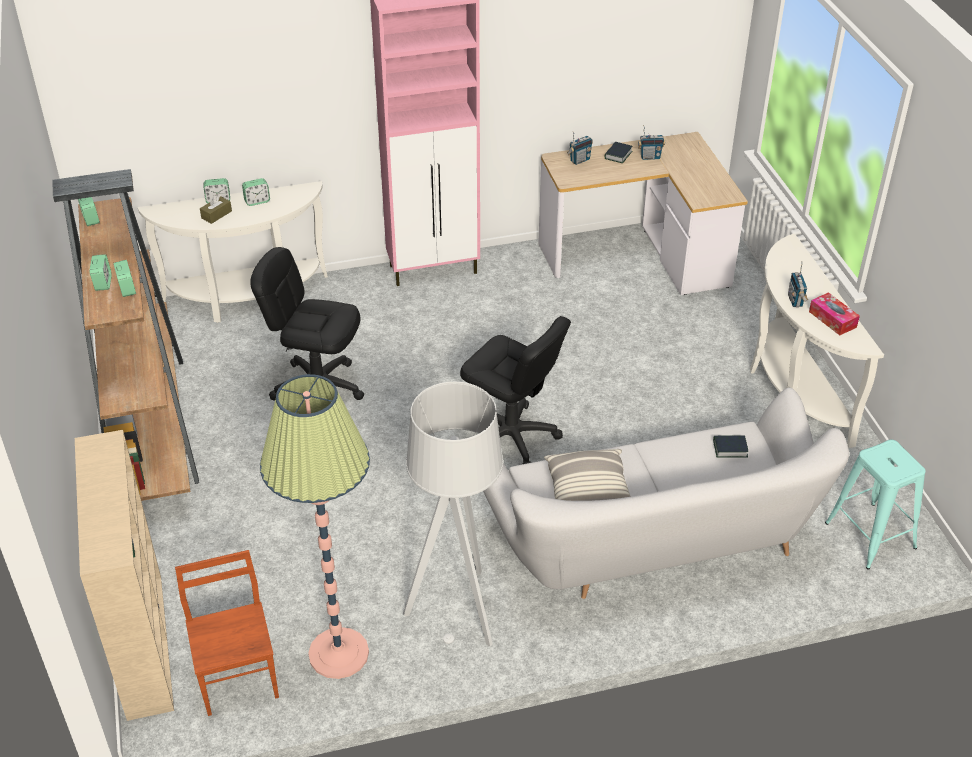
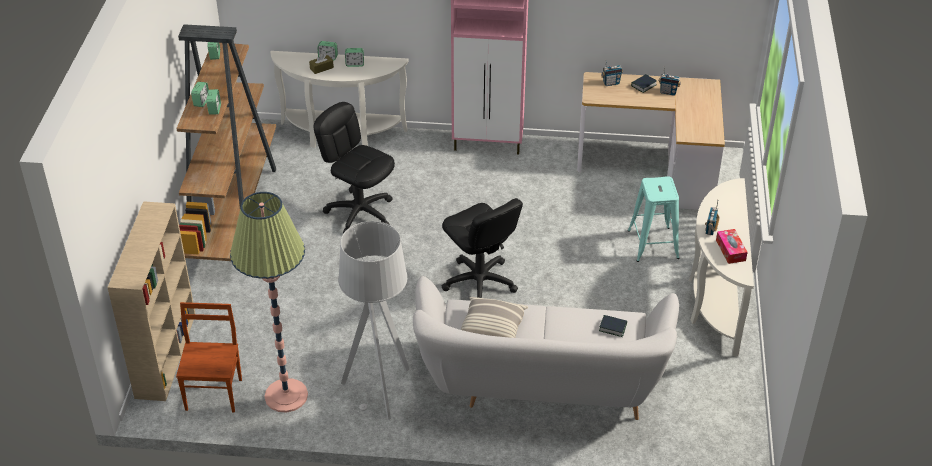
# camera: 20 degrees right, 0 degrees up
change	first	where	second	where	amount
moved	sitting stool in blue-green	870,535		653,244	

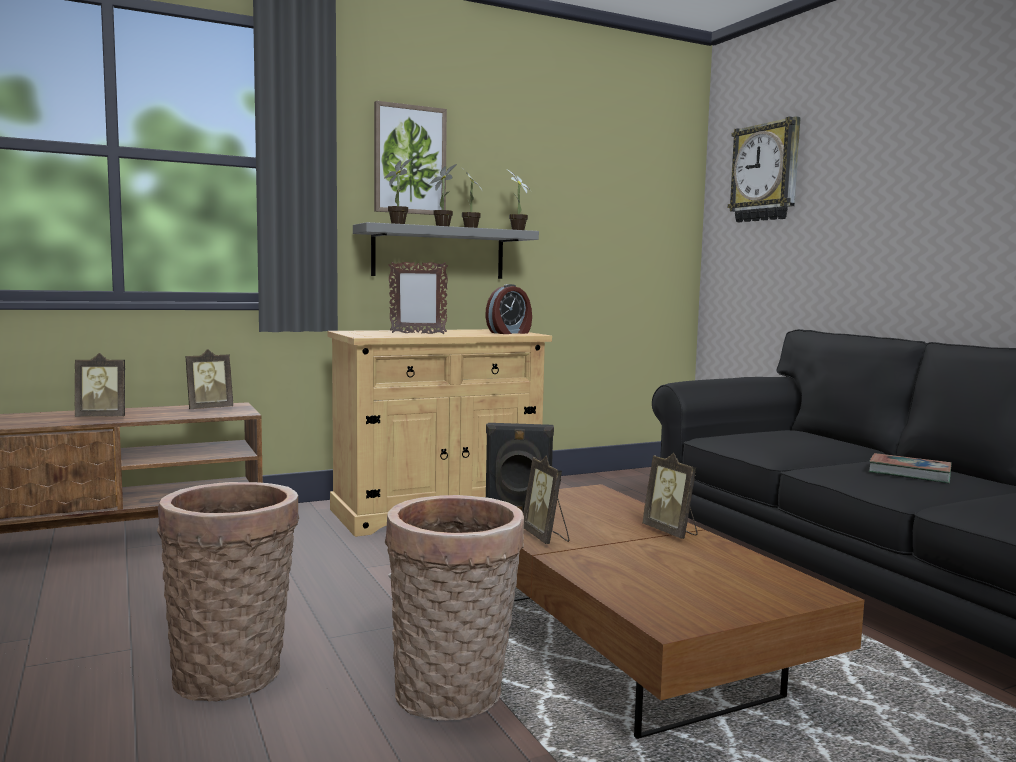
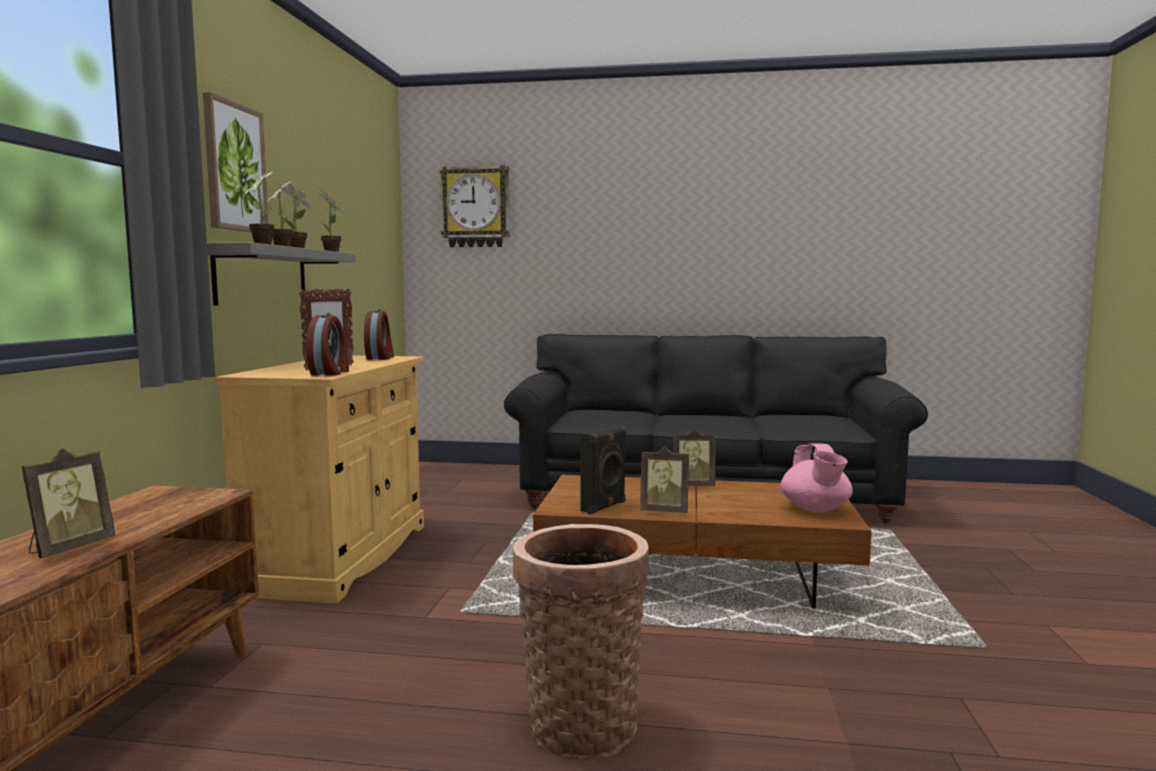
# camera: 55 degrees left, 0 degrees up
change	first	where	second	where	amount
removed	standing frame	209,409			
removed	storage basket	454,696			
removed	volume	909,473			
added			table clock	330,373	
added			tea pot in pinkish	815,509	

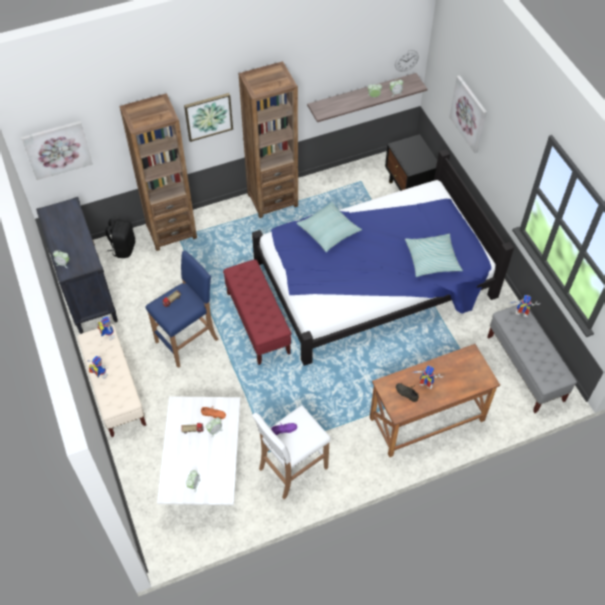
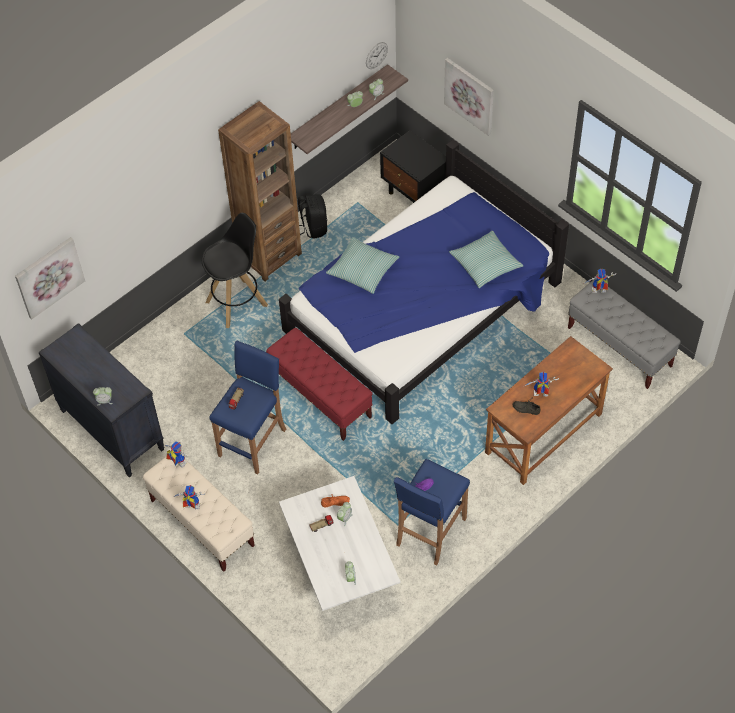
# camera: 20 degrees left, 0 degrees up
change	first	where	second	where	amount
removed	shelving unit in brown	171,231			
removed	wall picture	208,116			
added			sitting stool in black-coloured	237,303	
moved	backpack in black-coloured	123,248		313,227	
recoloured	sitting stool in white	292,468	sitting stool in blue-coloured	430,532	

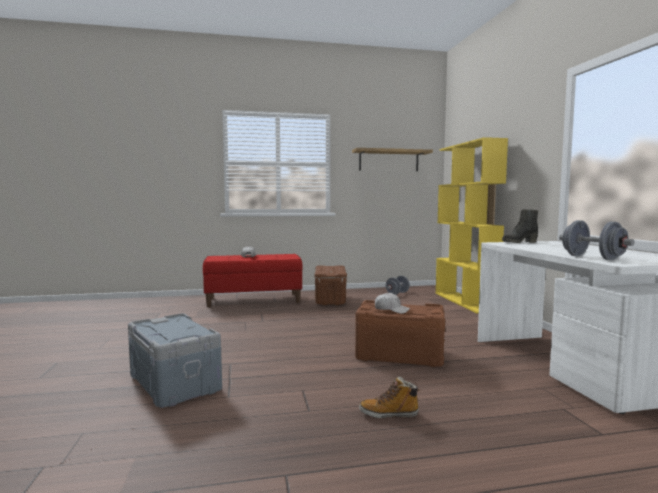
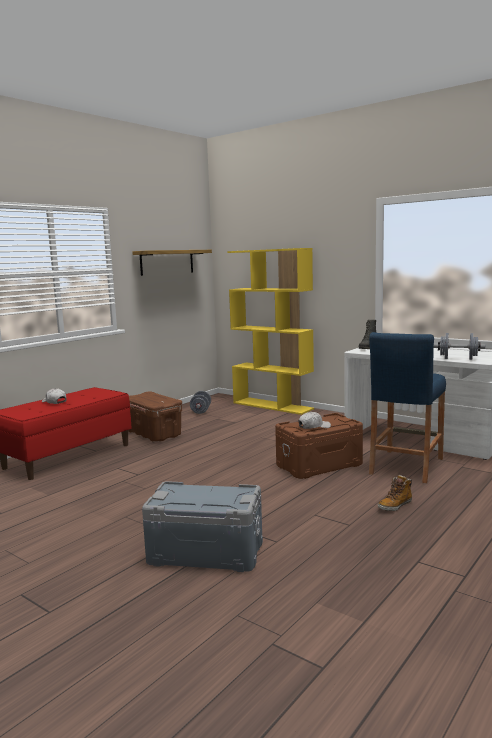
# camera: 40 degrees left, 5 degrees up
change	first	where	second	where	amount
added			sitting stool in blue-coloured	406,466	

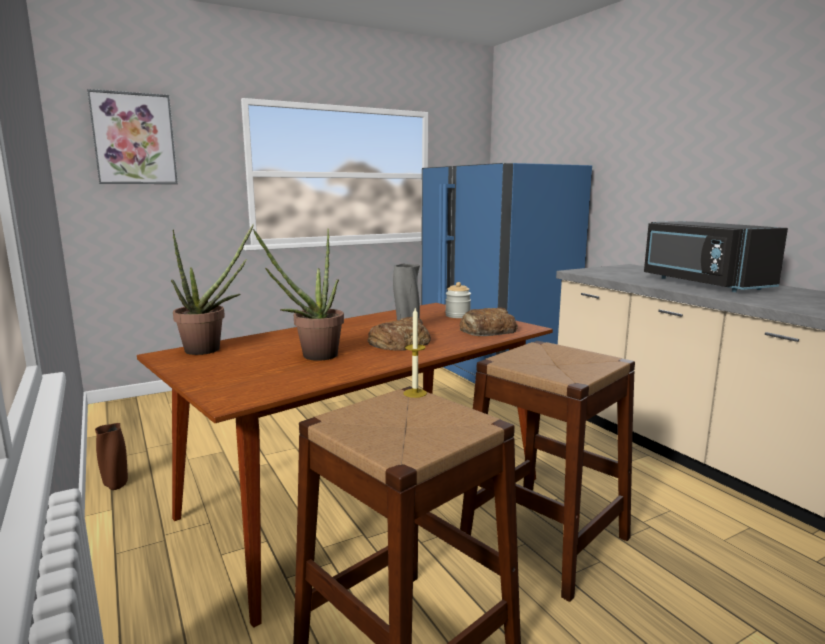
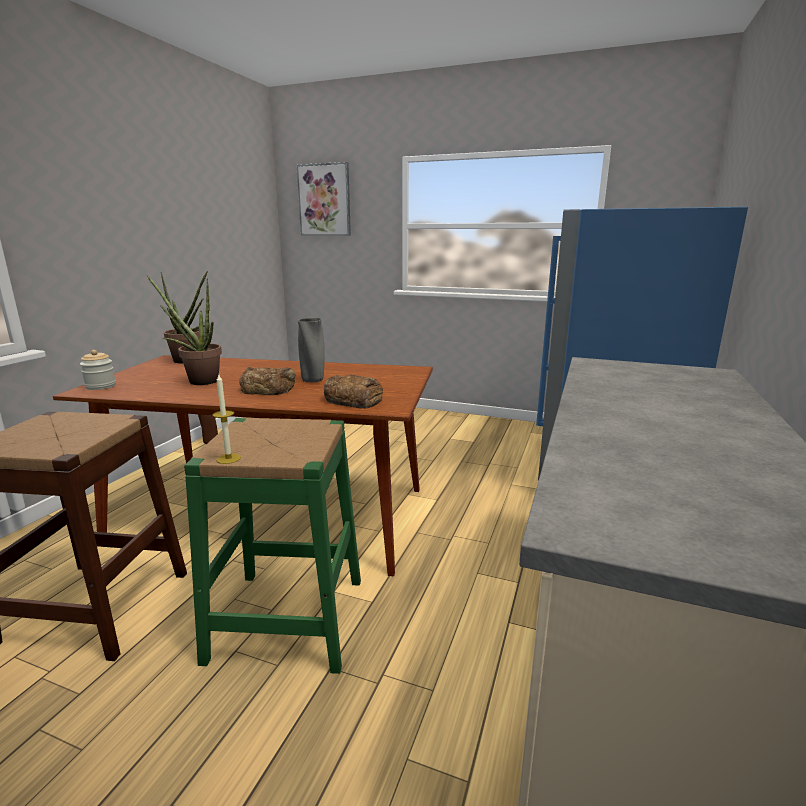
# camera: 50 degrees right, 5 degrees up
change	first	where	second	where	amount
removed	kitchen microwave in black-coloured	701,283			
moved	wax light	415,393		228,458	
moved	jar	457,315		100,386	
recoloured	sitting stool in brown	545,539	sitting stool in green-coloured	288,618	

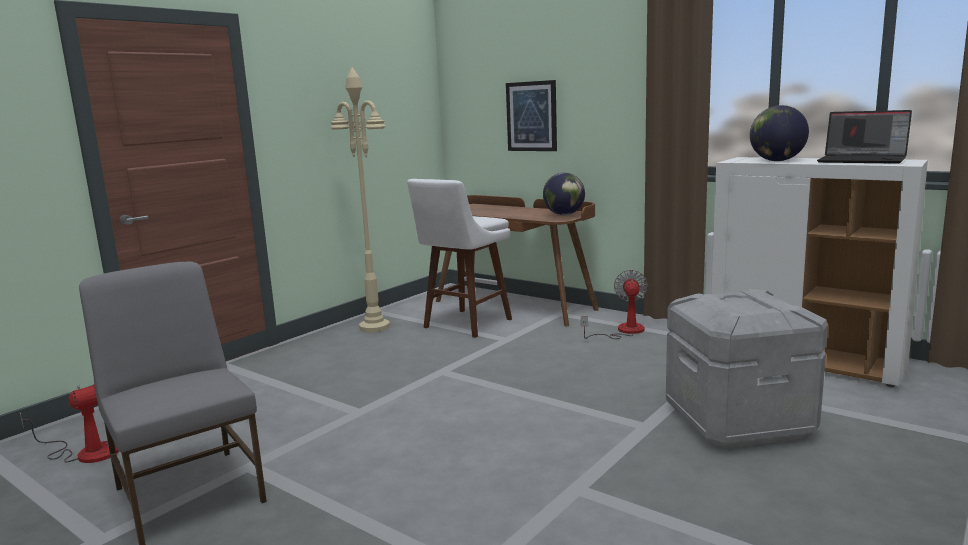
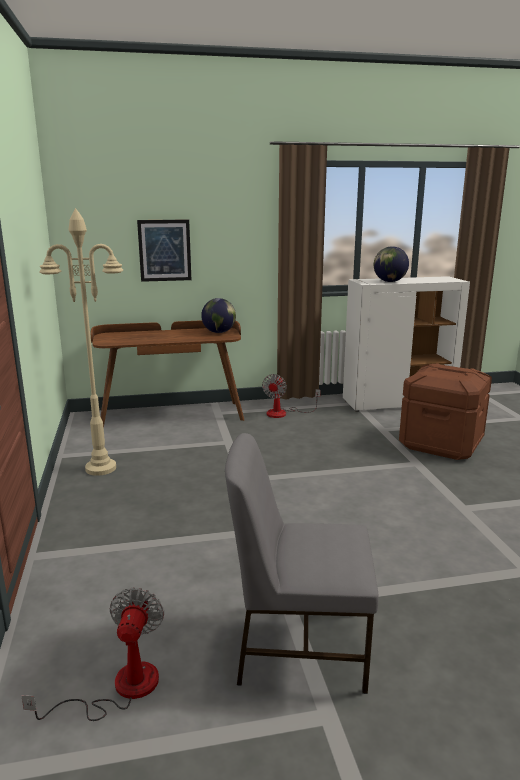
# camera: 50 degrees left, 5 degrees up
change	first	where	second	where	amount
removed	sitting stool in white	464,325			
removed	notebook computer	863,160			
recoloured	storage box in gray	739,421	storage box in brown	441,444	
turned	electric fan	623,331		283,413	120 degrees counterclockwise

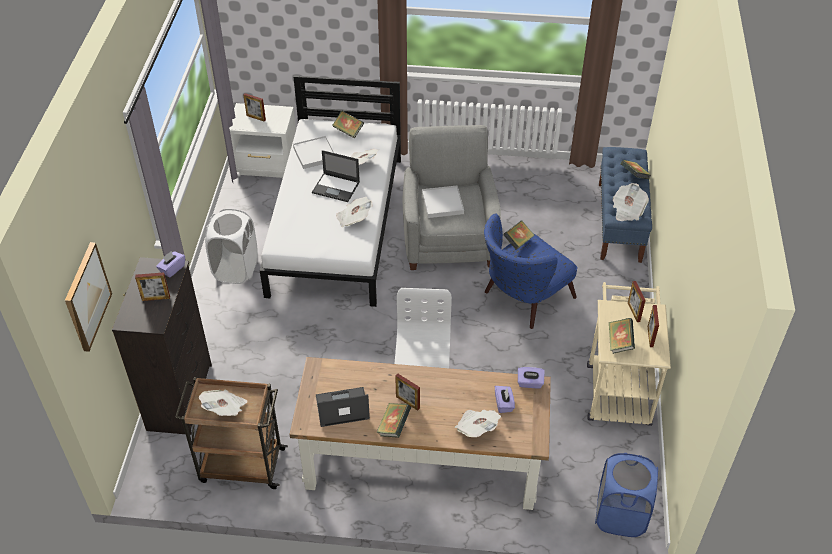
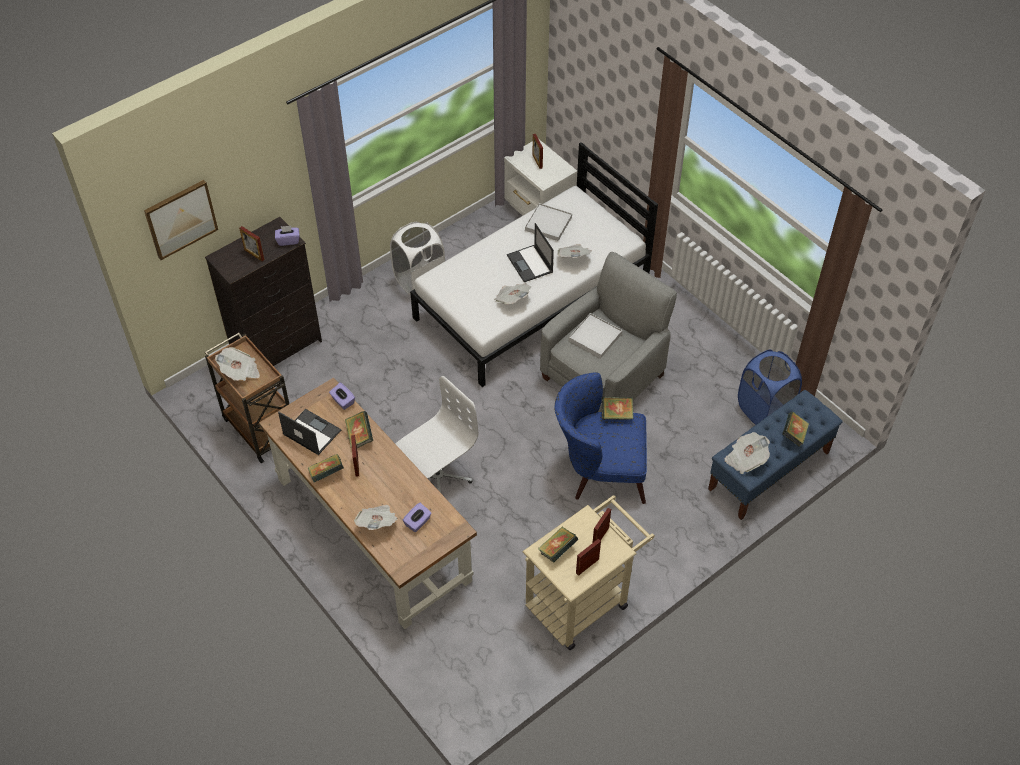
# camera: 45 degrees right, 5 degrees up
change	first	where	second	where	amount
moved	volume	348,131		359,436	
moved	tissue box in purple-coloured	530,383		342,401	
moved	washing basket in blue-coloured	620,515		764,410	

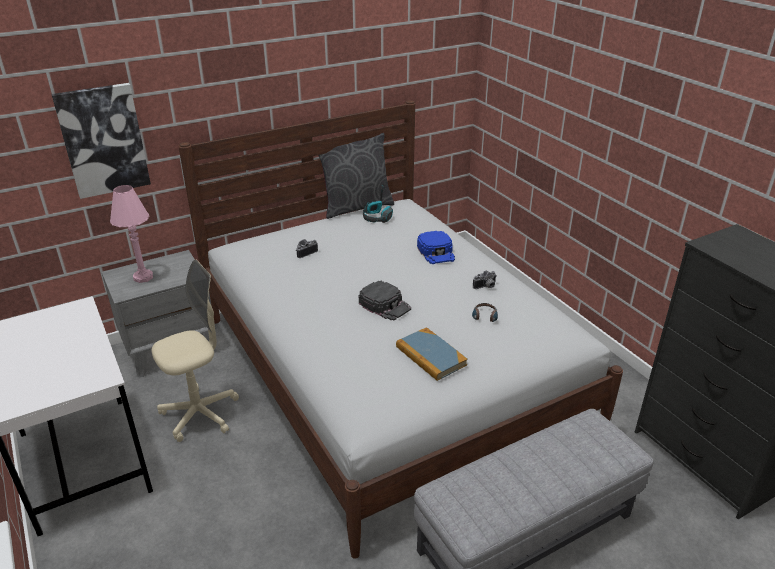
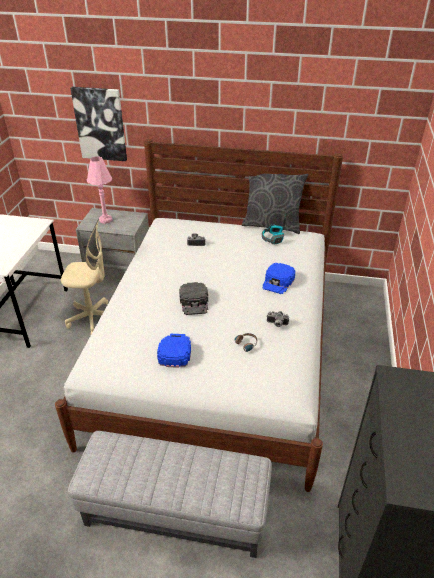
# camera: 40 degrees right, 5 degrees up
change	first	where	second	where	amount
replaced	volume	430,356	baseball cap in blue-coloured	175,351	

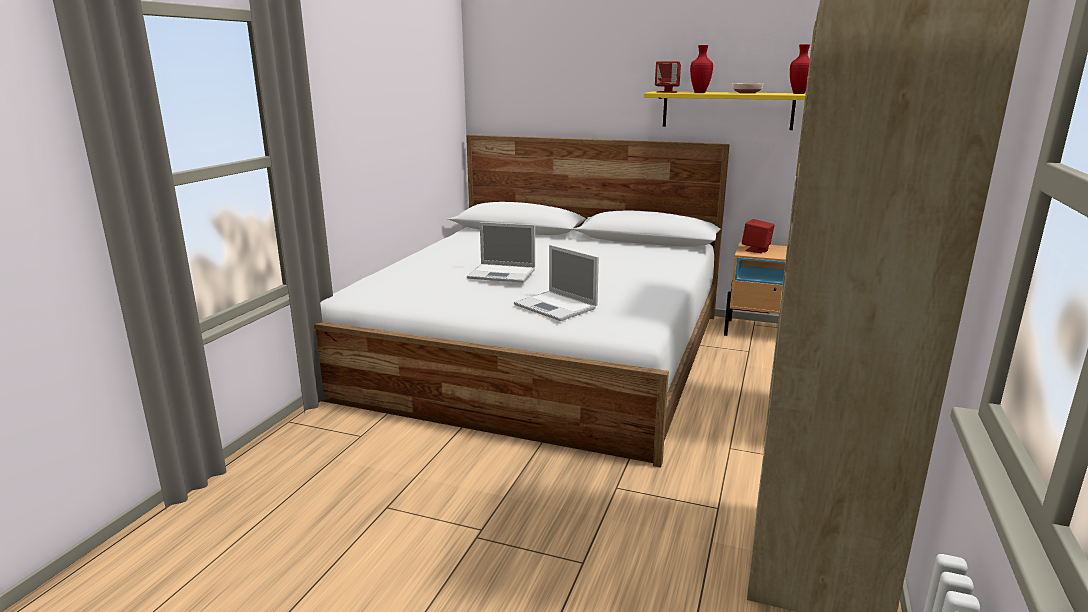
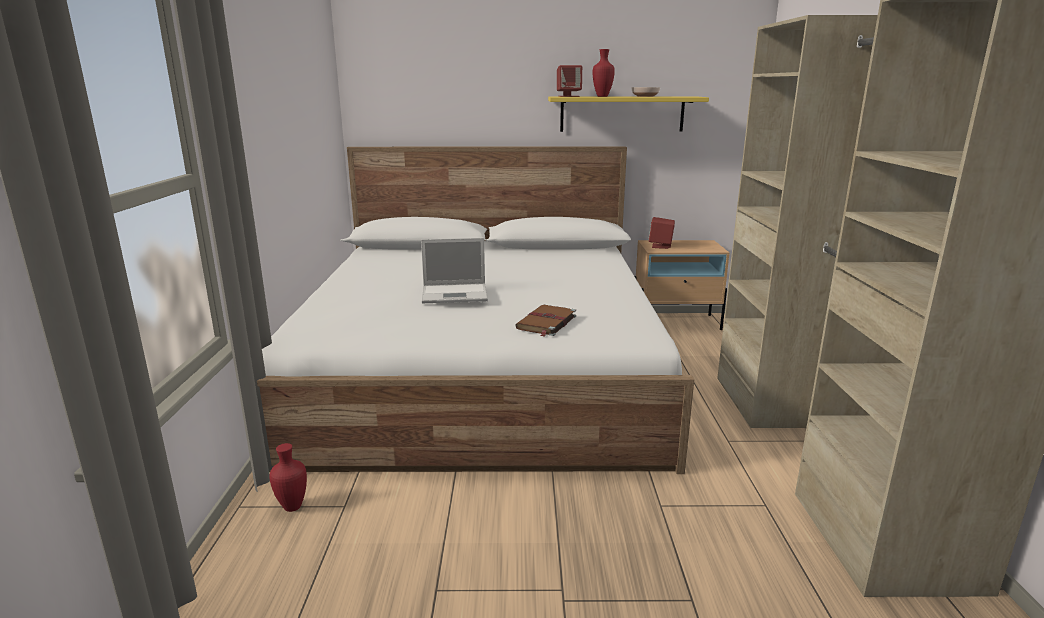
# camera: 20 degrees left, 0 degrees up
change	first	where	second	where	amount
moved	flower vase in red	798,93		292,508	
replaced	notebook computer	556,306	volume in brown	546,323	

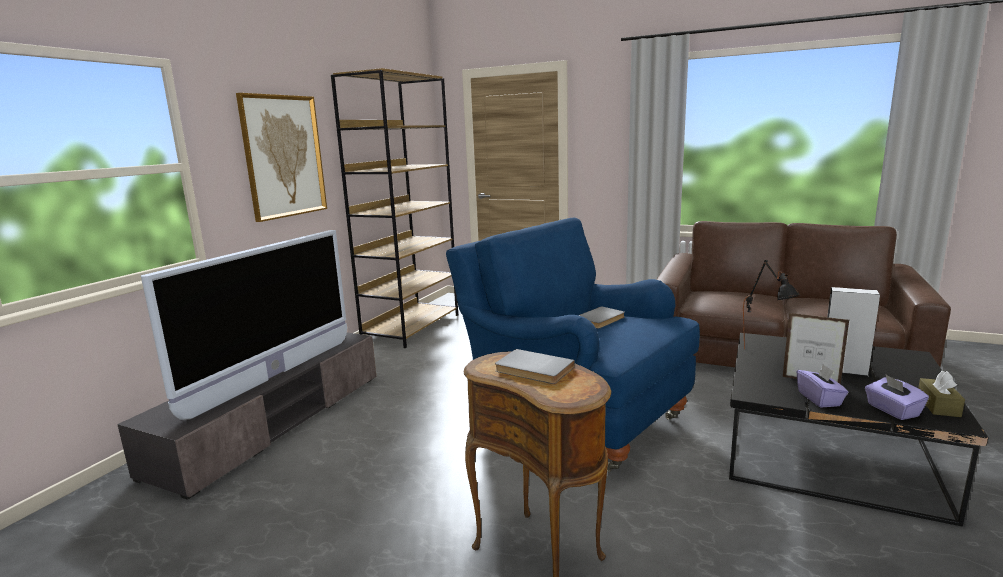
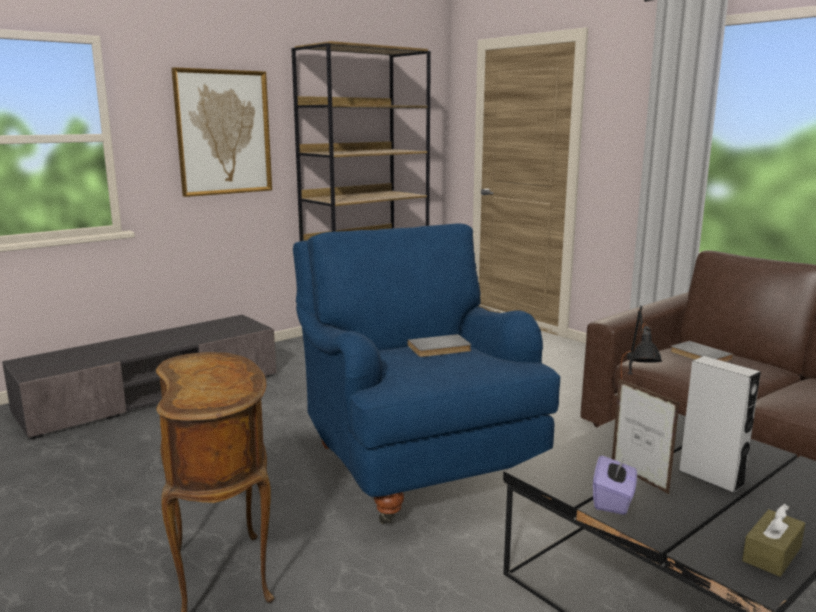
# camera: 25 degrees right, 0 degrees up
change	first	where	second	where	amount
removed	television	274,376			
removed	tissue box in purple-coloured	892,410			
moved	volume in gray	533,370		699,355	

